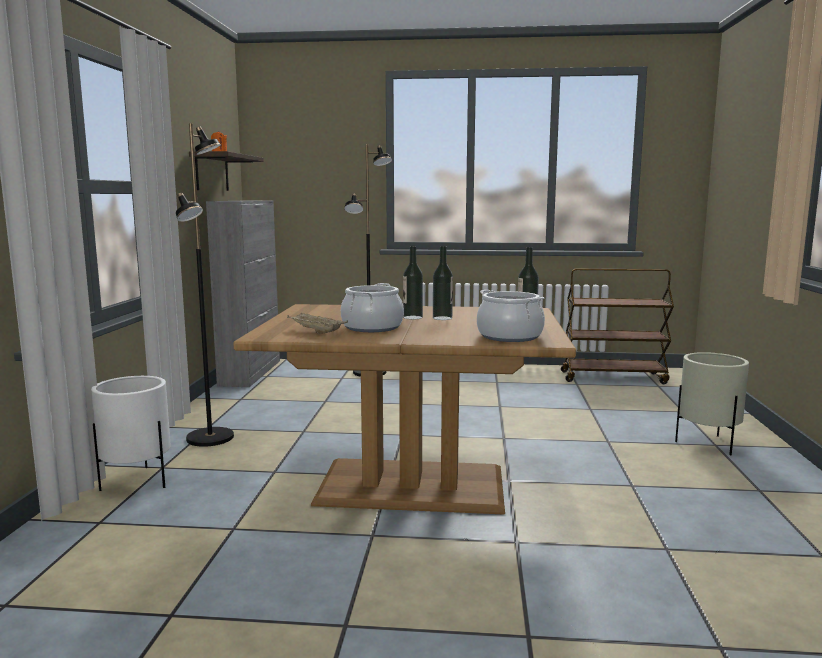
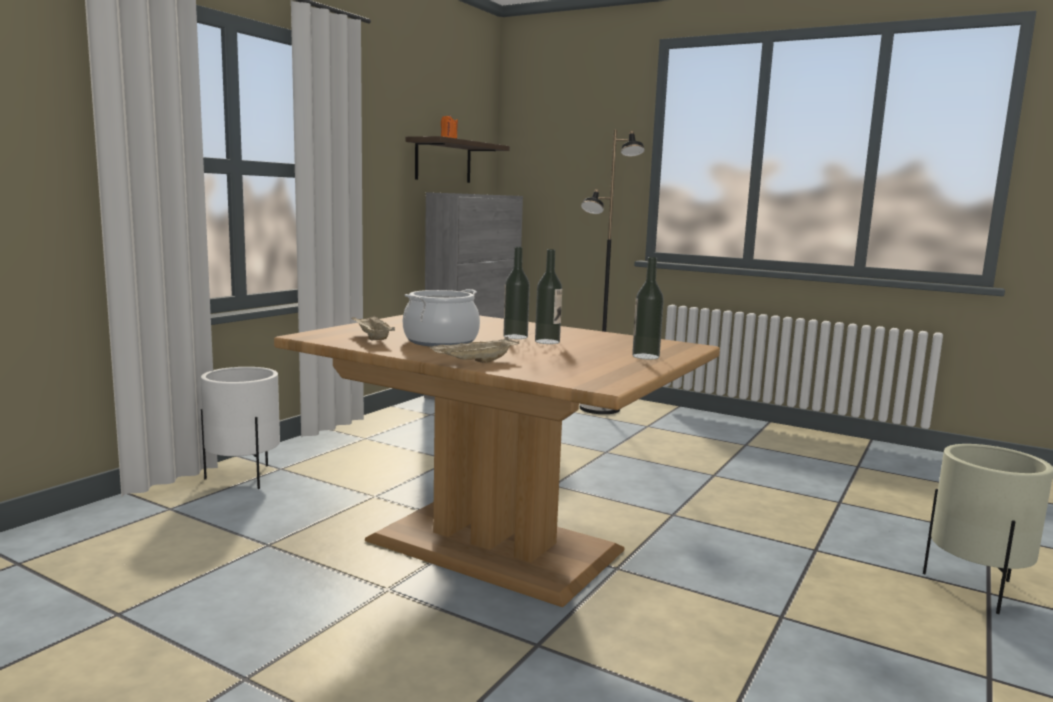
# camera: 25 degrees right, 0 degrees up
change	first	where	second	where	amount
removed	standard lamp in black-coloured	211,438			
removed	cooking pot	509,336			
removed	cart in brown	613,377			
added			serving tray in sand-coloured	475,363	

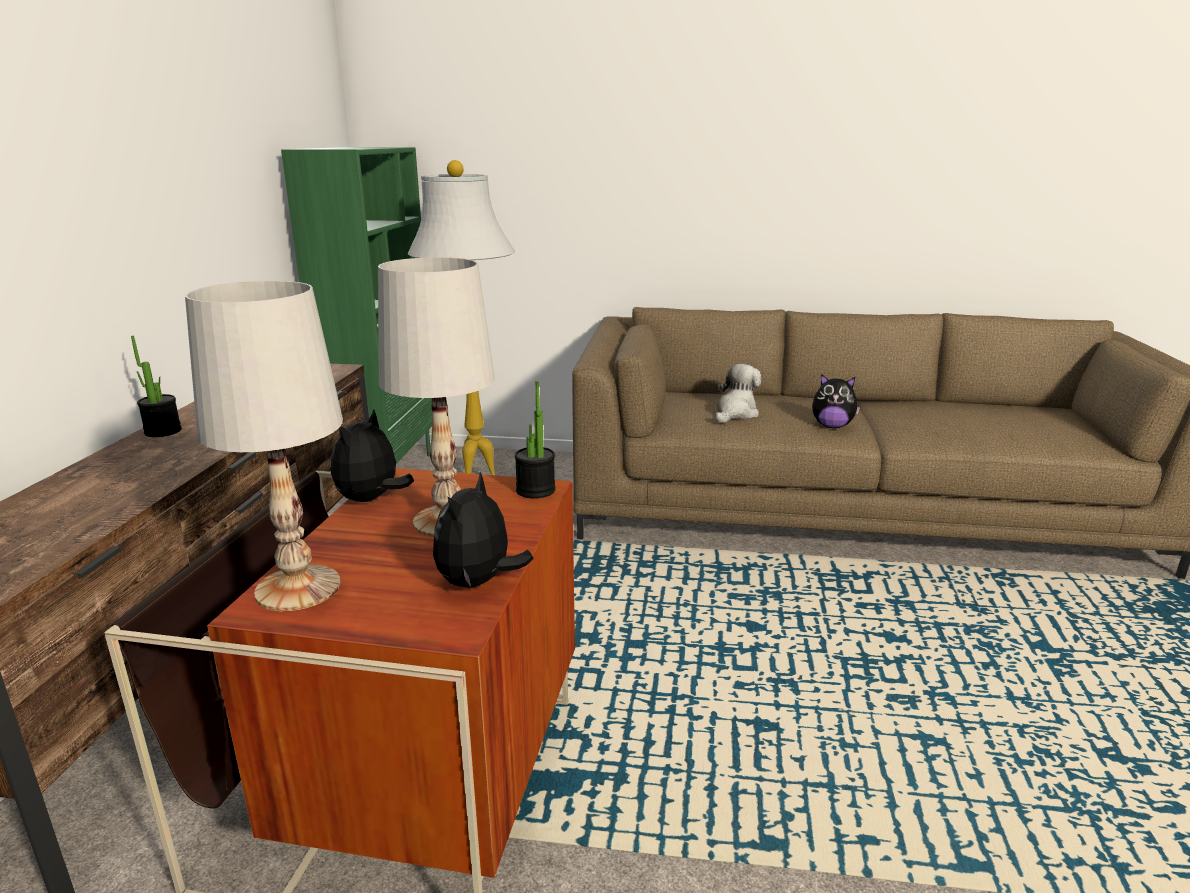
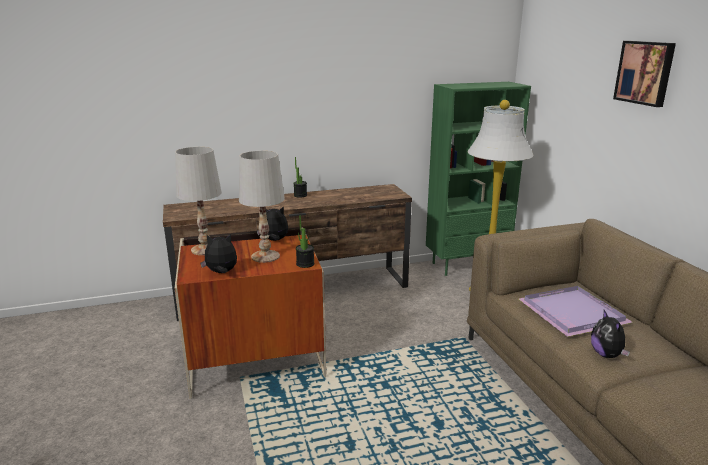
# camera: 65 degrees right, 0 degrees up
change	first	where	second	where	amount
added			wall picture	645,72	
replaced	cuddly toy	735,413	serving tray in purple-coloured	570,312	

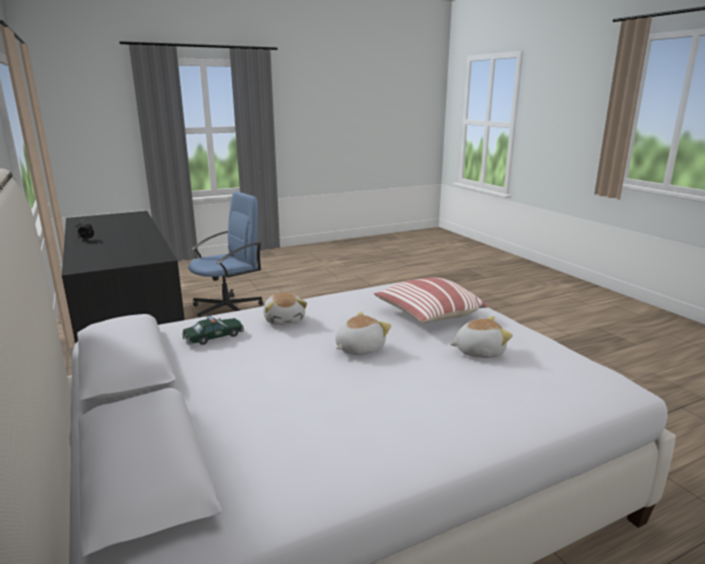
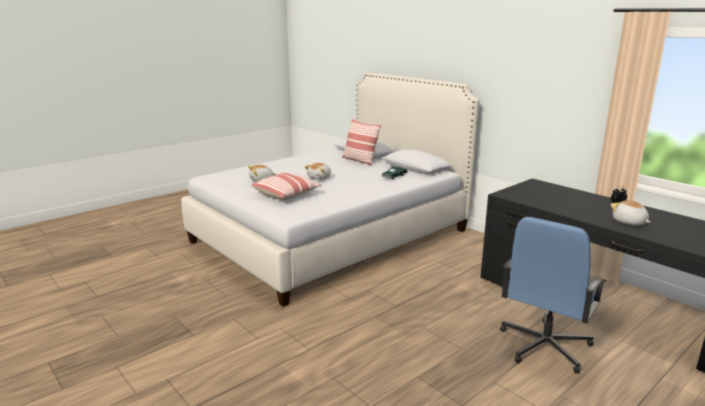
# camera: 165 degrees right, 0 degrees up
change	first	where	second	where	amount
added			pillow	359,160	
moved	cuddly toy	285,320		629,222	

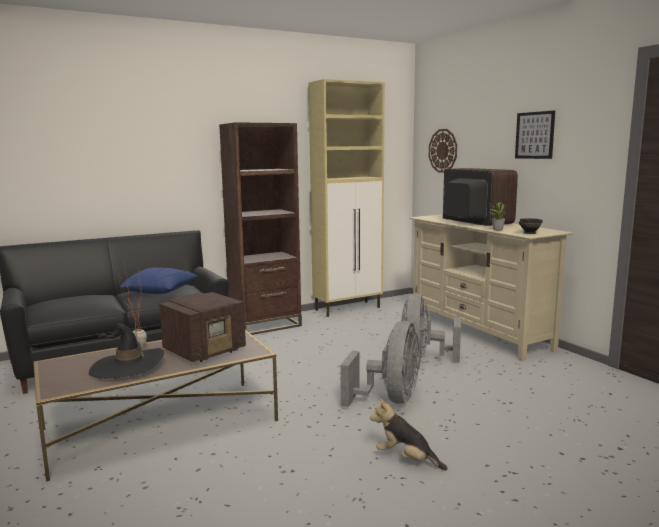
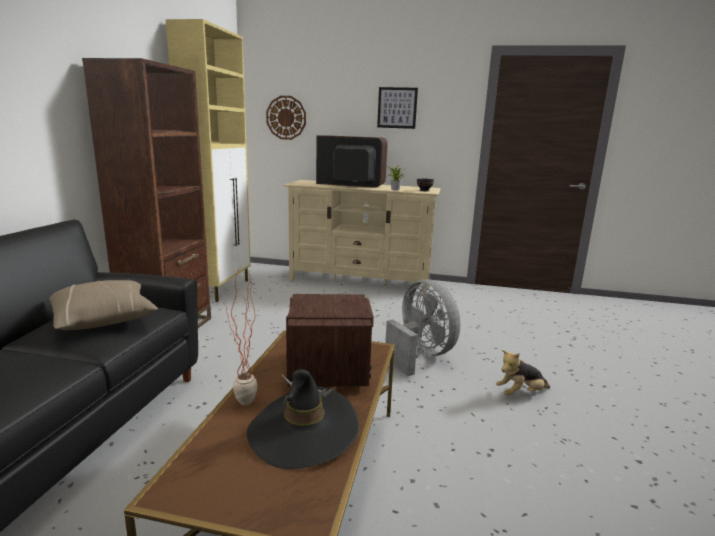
# camera: 50 degrees left, 5 degrees up
change	first	where	second	where	amount
removed	electric fan in gray	423,360			
recoloured	pillow in blue-coloured	160,291	pillow in sand-coloured	104,319	

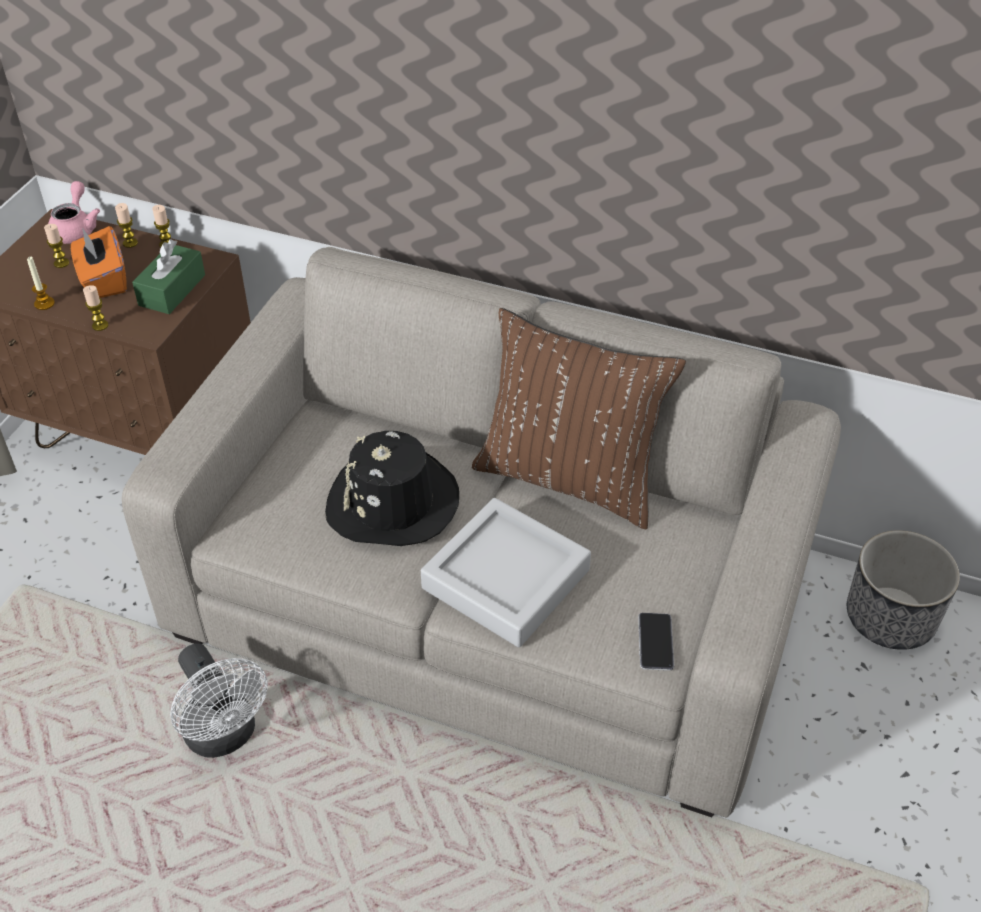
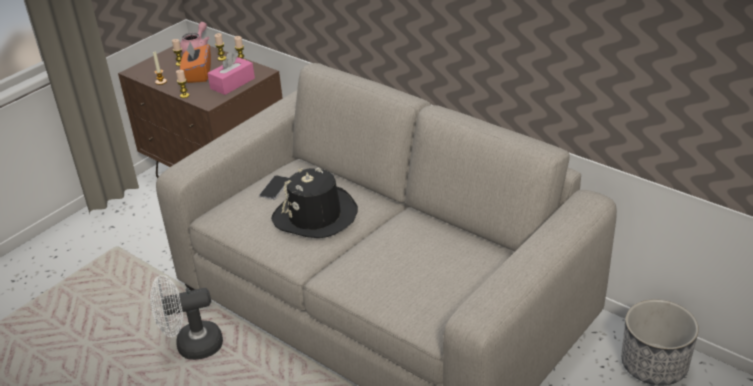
# camera: 20 degrees right, 10 degrees down
change	first	where	second	where	amount
removed	serving tray in gray	506,579			
removed	pillow in brown	569,478			
moved	handset	655,642		274,188	
recoloured	tissue box in green-coloured	172,290	tissue box in pinkish	232,83	
turned	electric fan in white	225,736		191,346	90 degrees clockwise

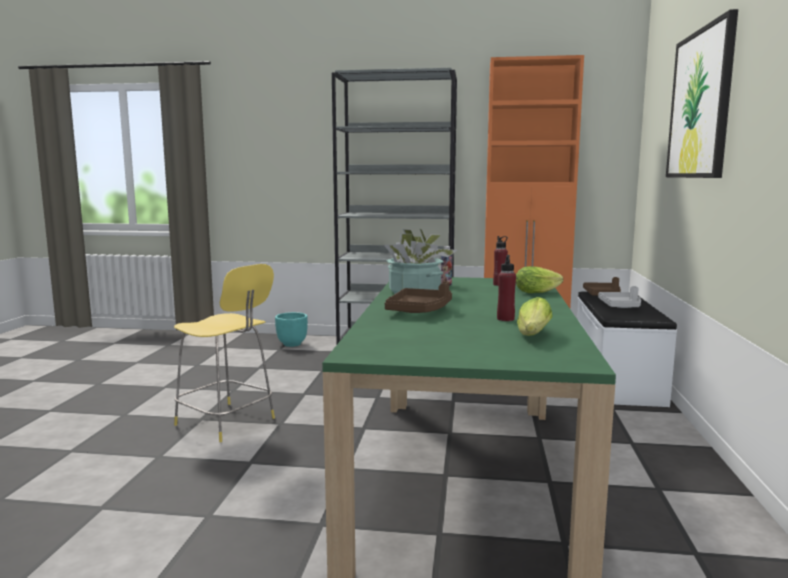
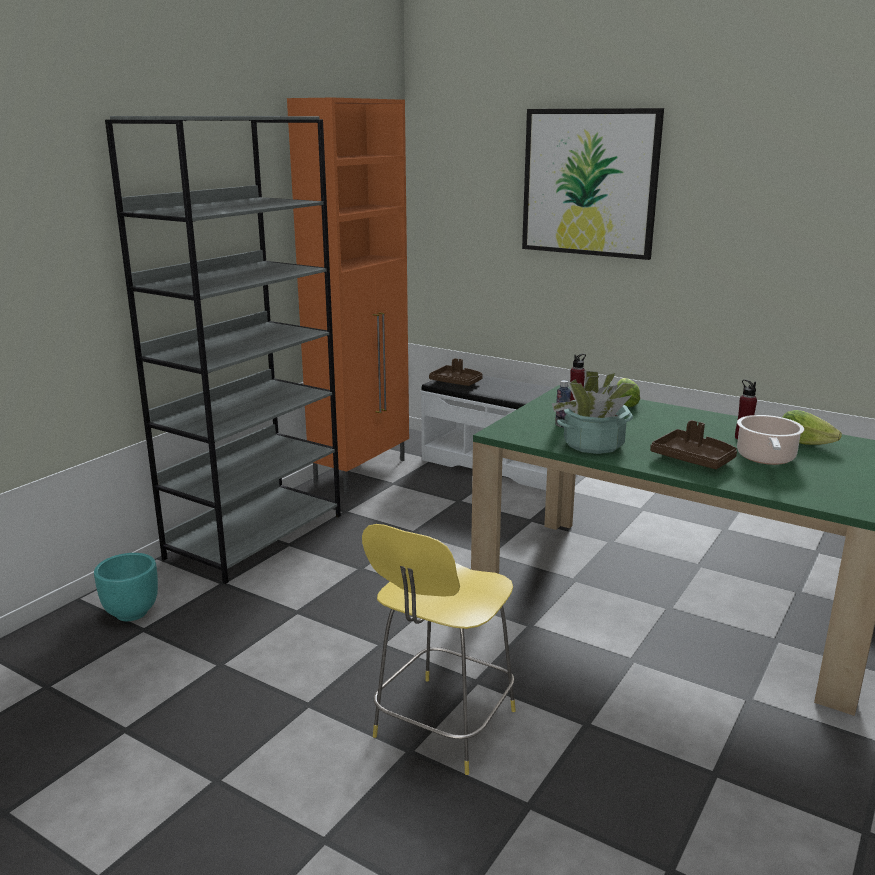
# camera: 65 degrees left, 10 degrees up
change	first	where	second	where	amount
removed	serving tray in gray	620,306			
added			cooking pot	766,458	
turned	plain chair in yellow-coloured	227,422		442,726	150 degrees clockwise

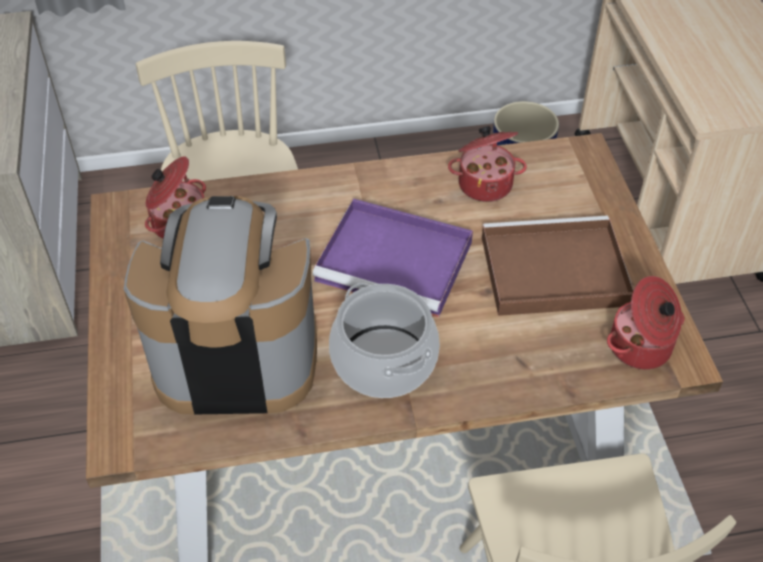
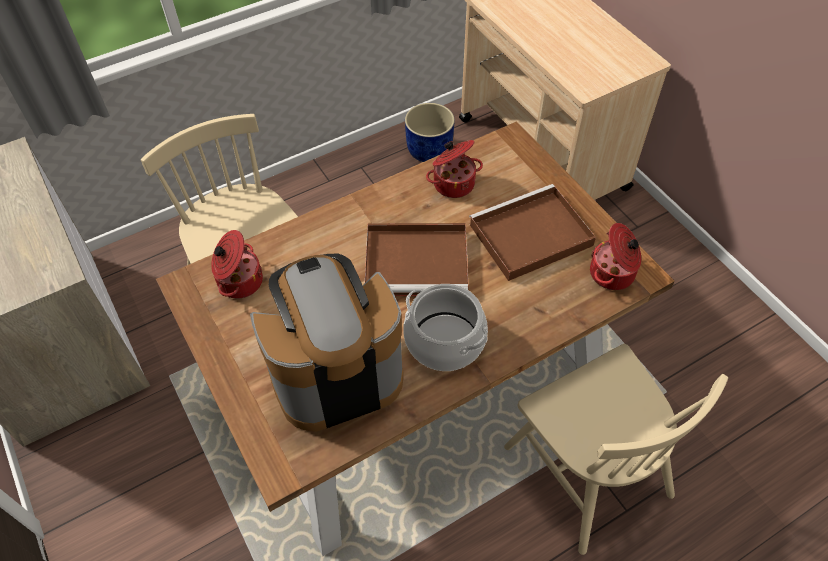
# camera: 20 degrees left, 5 degrees up
change	first	where	second	where	amount
recoloured	serving tray in purple-coloured	397,261	serving tray in brown	419,262	

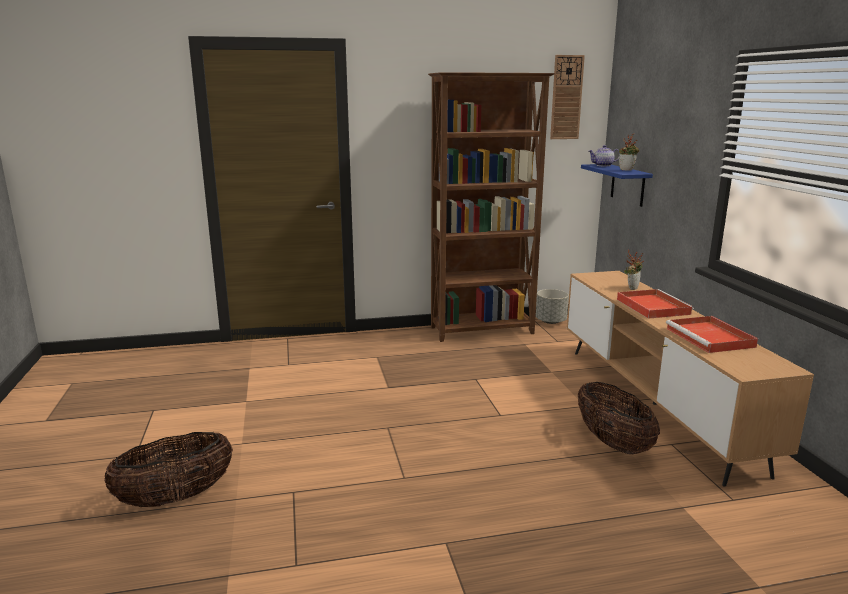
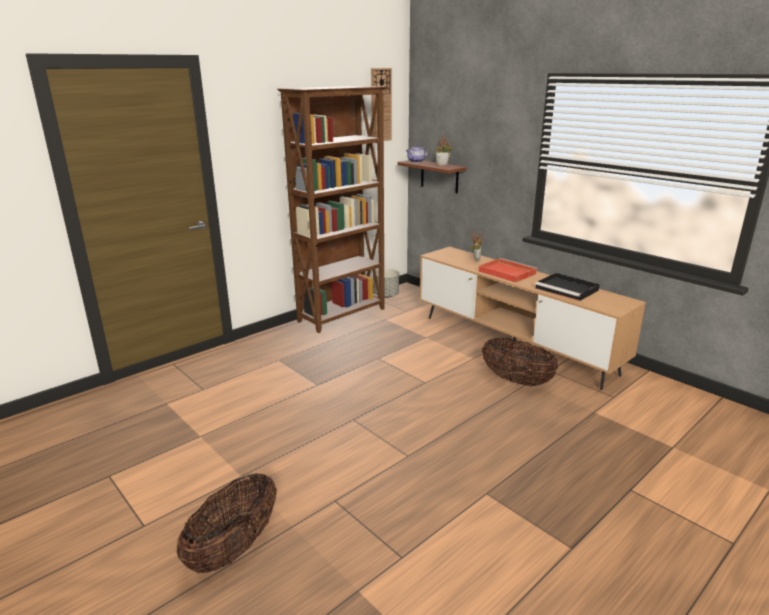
# camera: 30 degrees left, 5 degrees up
change	first	where	second	where	amount
recoloured	bracket shelf in blue-coloured	627,185	bracket shelf in brown	439,176	
recoloured	serving tray in red	711,338	serving tray in black-coloured	568,289	

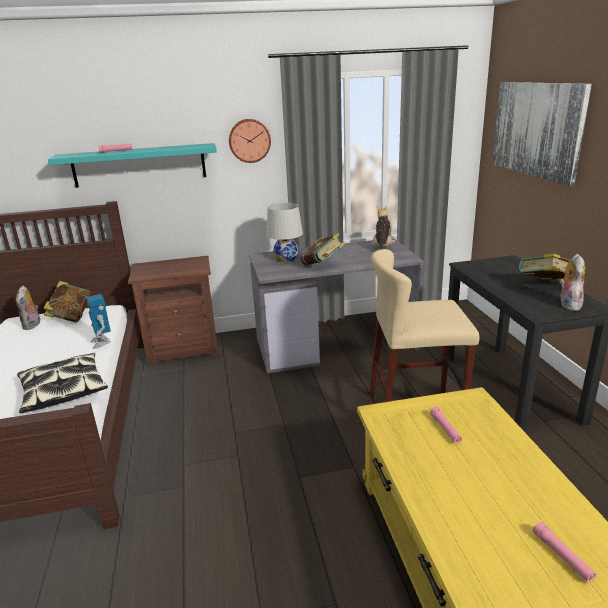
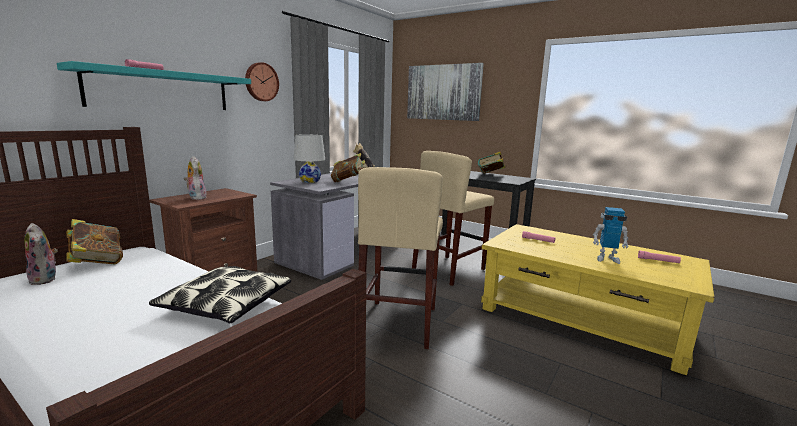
# camera: 45 degrees left, 10 degrees down
change	first	where	second	where	amount
added			sitting stool in sand-coloured	399,323	
moved	robot figure	102,342		607,259	
moved	cuddly toy	568,304		196,197	

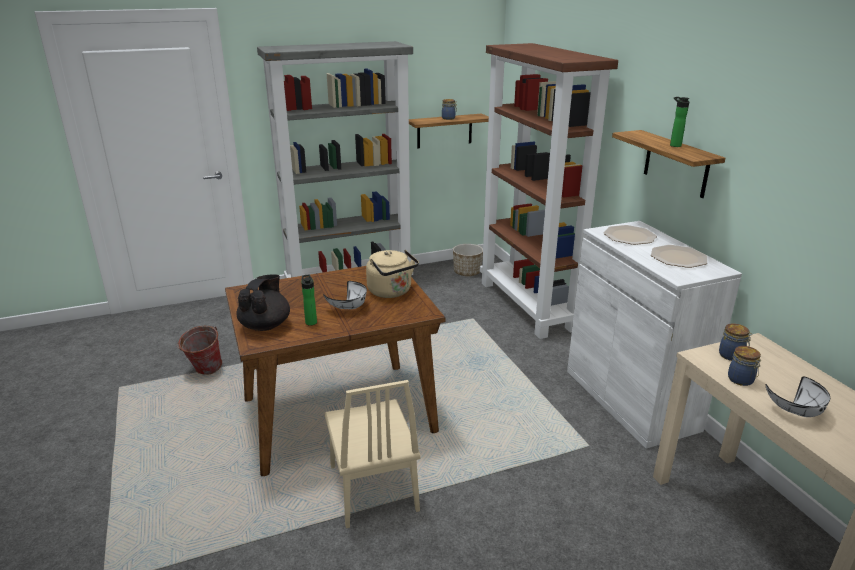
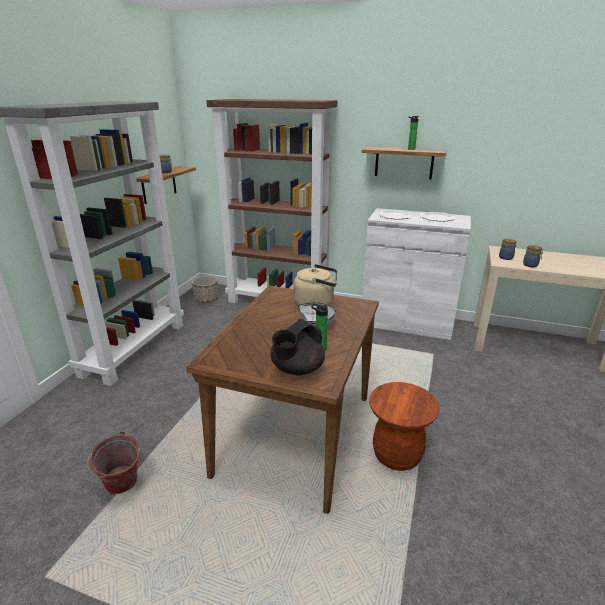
# camera: 50 degrees left, 0 degrees up
change	first	where	second	where	amount
removed	deep dish in white	797,412			
replaced	plain chair in sand-coloured	373,487	sitting stool in brown	397,455	
turned	tea pot in black-coloured	265,325		296,369	105 degrees counterclockwise

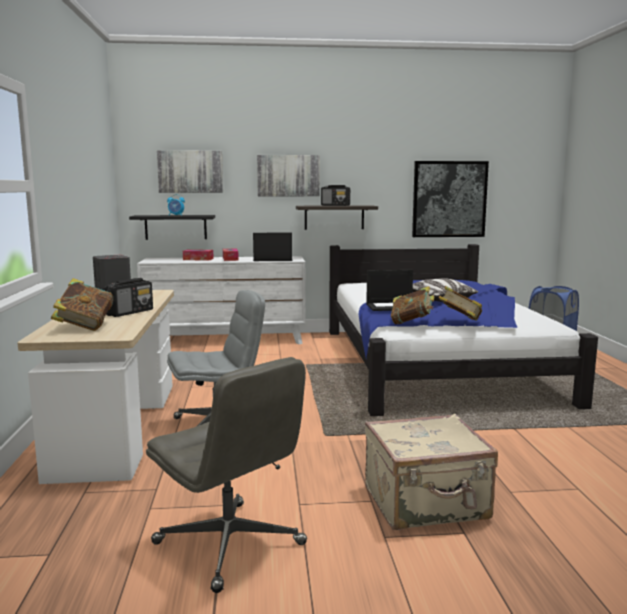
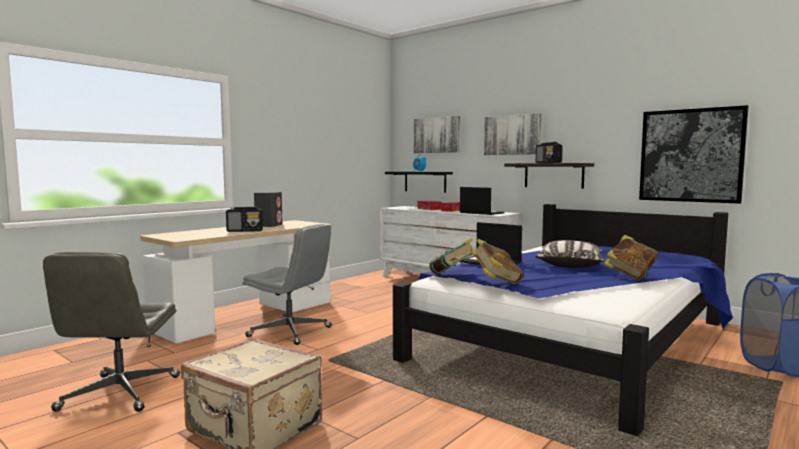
# camera: 45 degrees right, 5 degrees down
change	first	where	second	where	amount
moved	volume	85,326		630,275	

